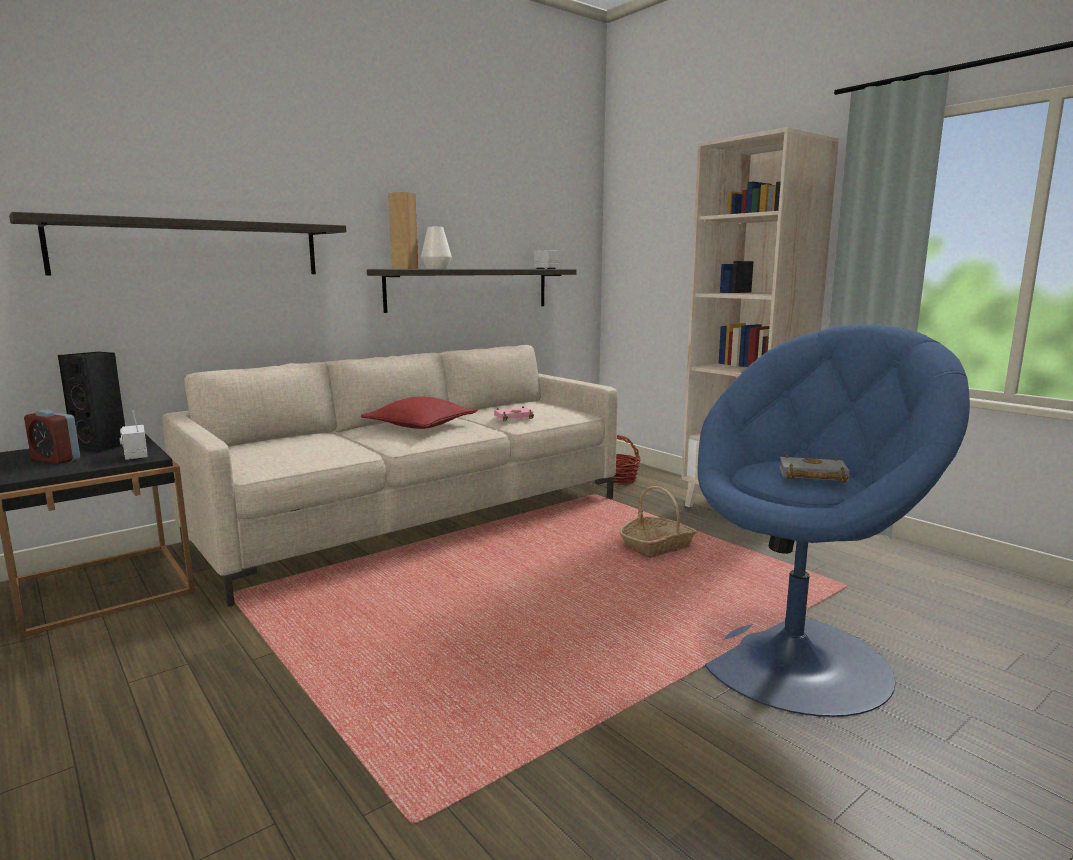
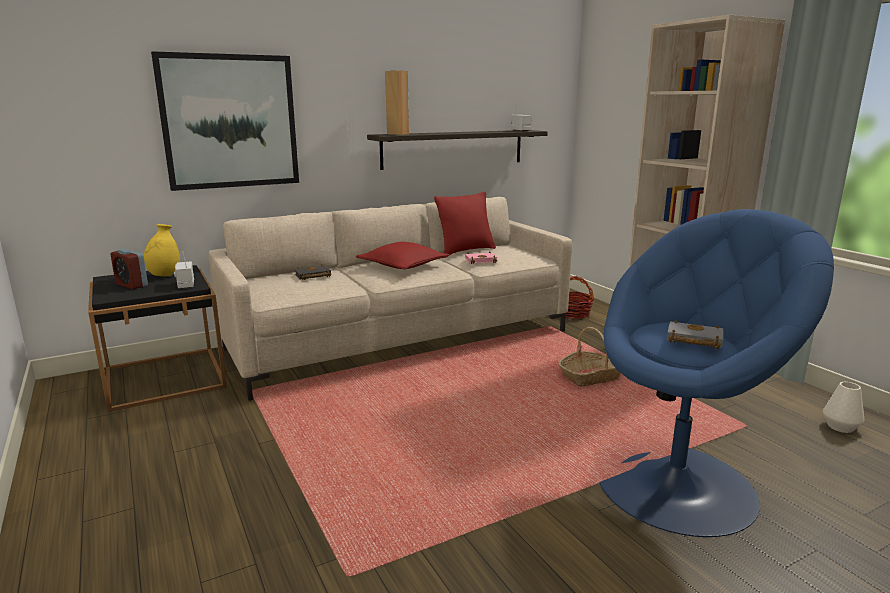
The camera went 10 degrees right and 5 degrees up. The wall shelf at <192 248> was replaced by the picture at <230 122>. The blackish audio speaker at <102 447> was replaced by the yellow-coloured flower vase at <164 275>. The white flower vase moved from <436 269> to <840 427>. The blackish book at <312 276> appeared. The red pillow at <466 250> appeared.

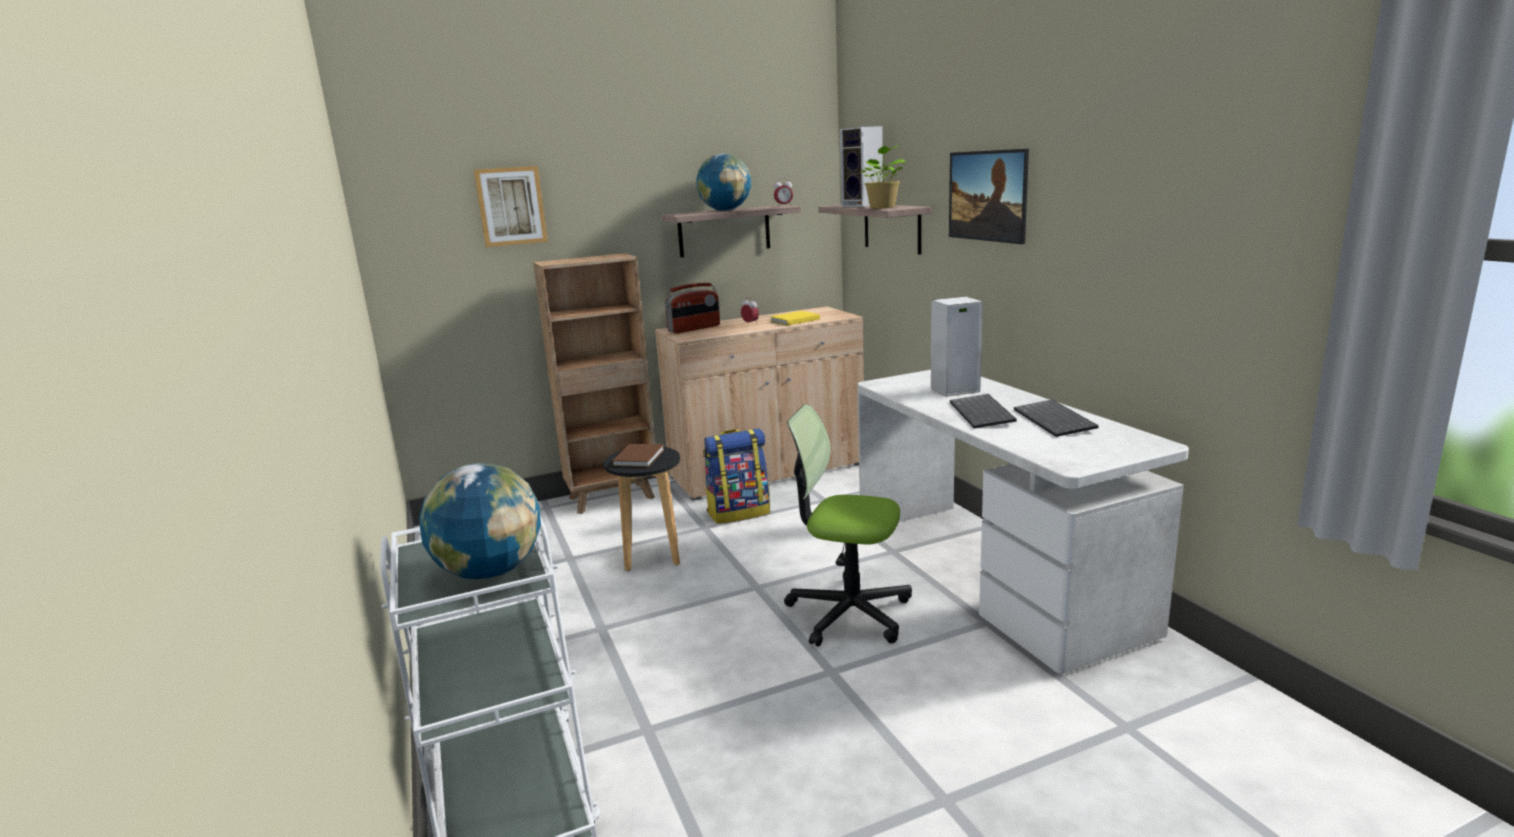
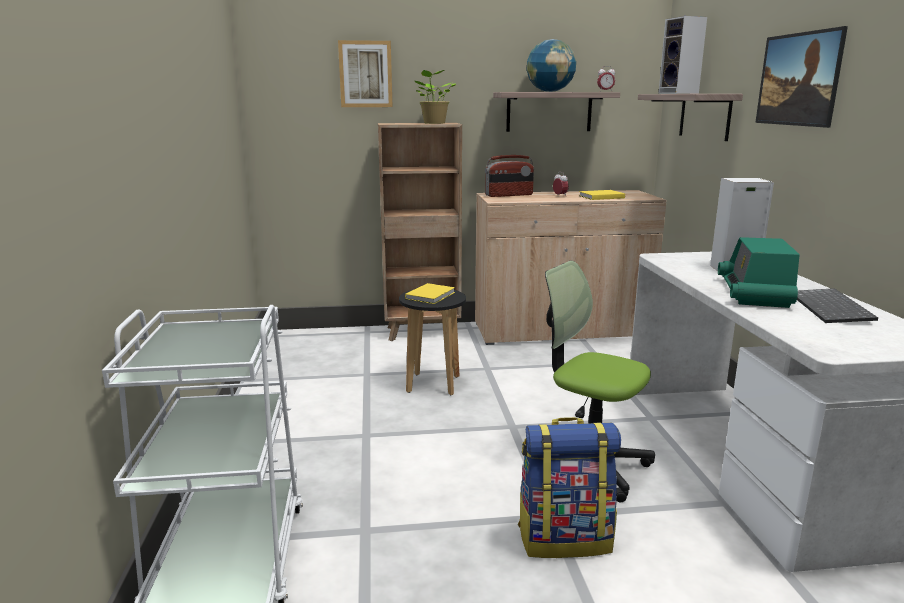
The camera went 15 degrees right and 0 degrees up. The world globe at <490 572> disappeared. The brownish book at <640 457> became the yellow-coloured book at <431 295>. The rucksack moved from <739 512> to <565 538>. The potted plant moved from <882 207> to <434 123>. The keyboard at <983 413> was replaced by the radio set at <754 293>.

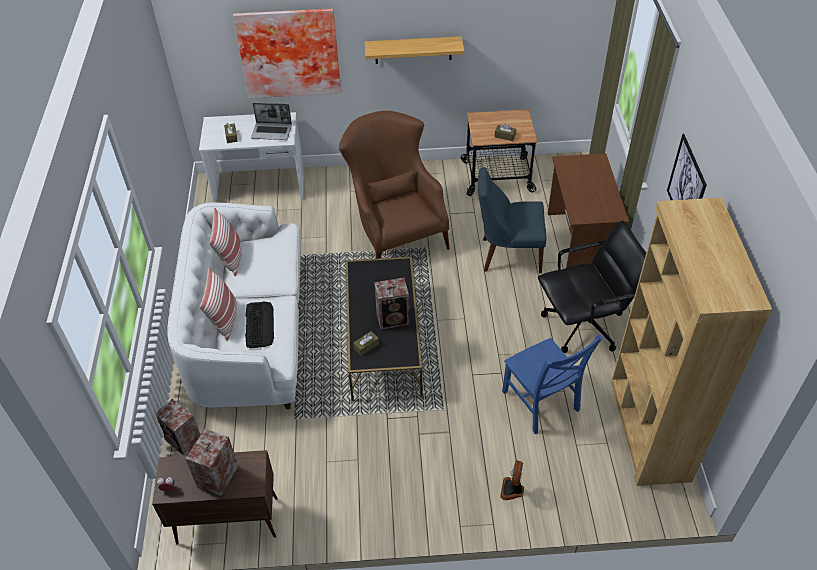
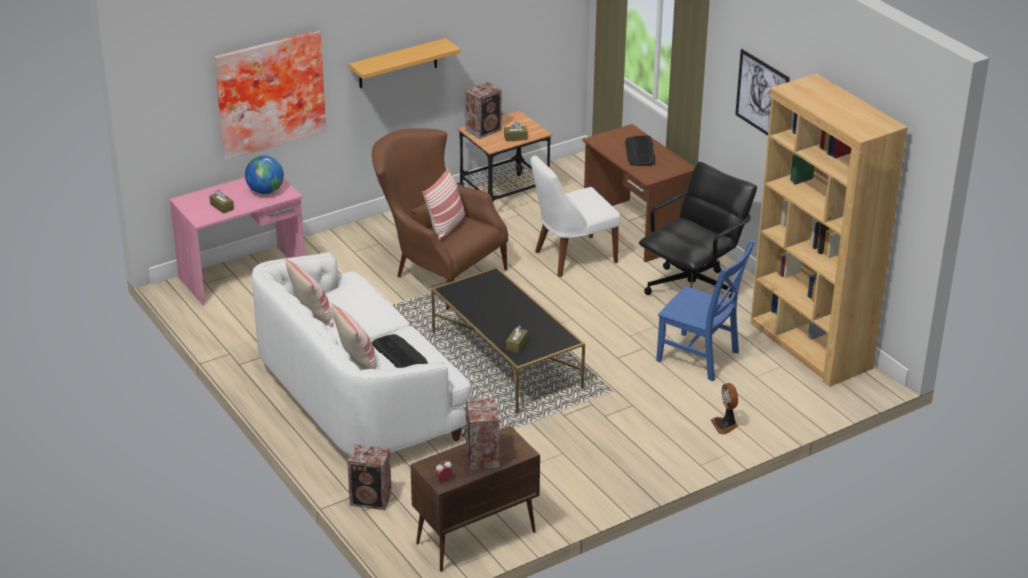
The camera went 30 degrees left and 15 degrees down. The white desk unit at <260 187> became the pink desk unit at <243 276>. The portable computer at <272 132> was replaced by the world globe at <265 191>. The audio speaker moved from <394 318> to <484 130>. The blue plain chair at <508 255> became the white plain chair at <572 257>. The pillow at <446 226> appeared. The keyboard at <640 152> appeared.

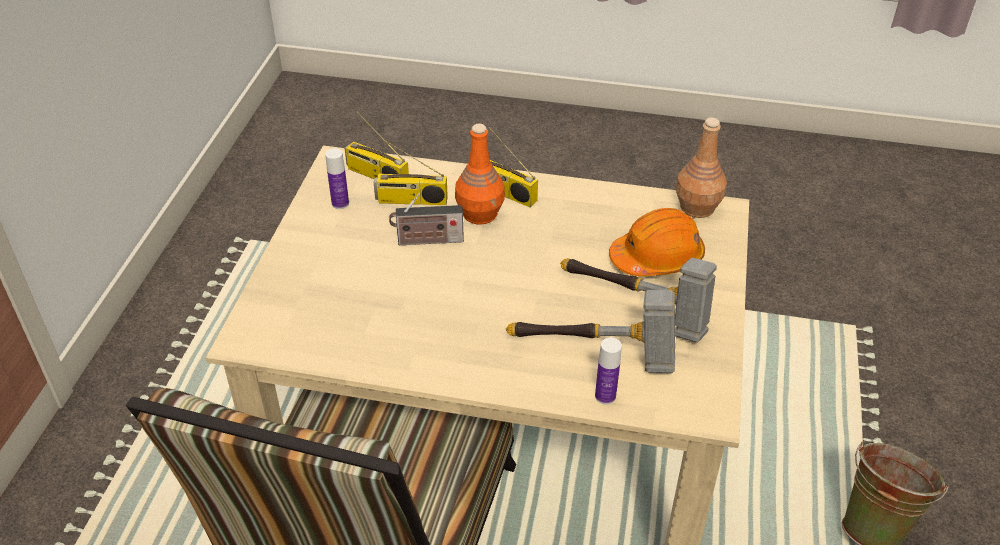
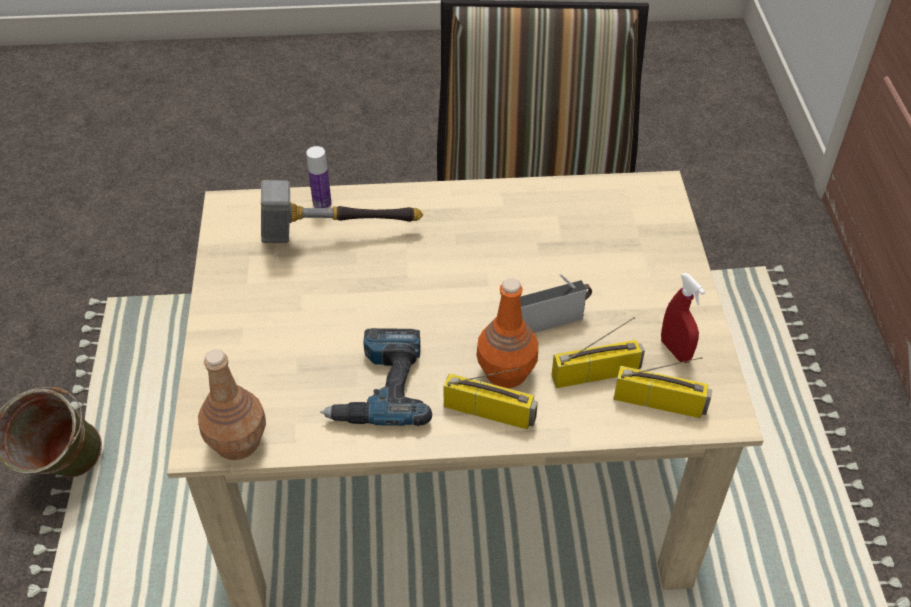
The camera went 165 degrees right and 5 degrees up. The beverage bottle at <340 203> was replaced by the red hand sprayer at <675 350>. The hand hammer at <637 309> disappeared. The orange-coloured work helmet at <657 258> disappeared. The power drill at <380 387> appeared.

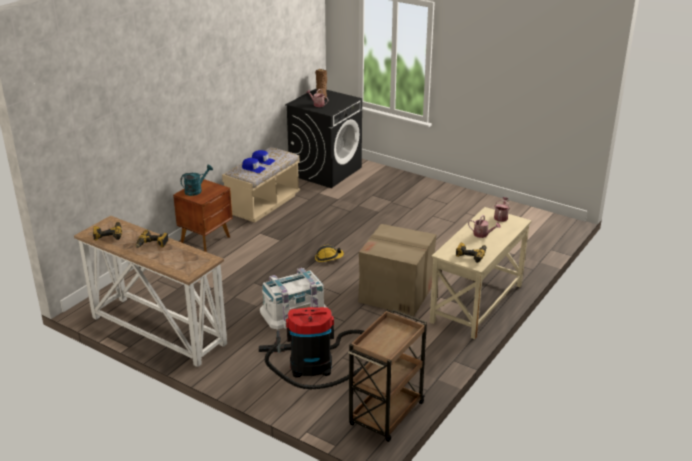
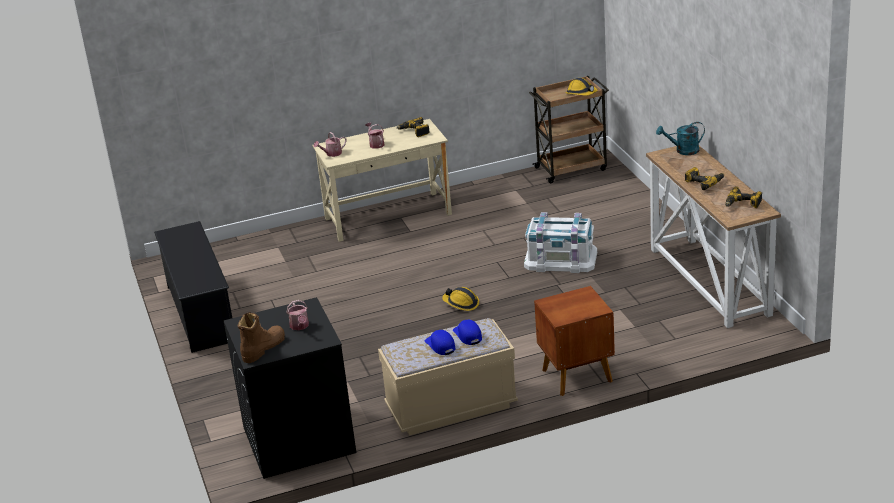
The camera went 140 degrees left and 0 degrees up. The turquoise-coloured watering pot moved from <196 190> to <683 151>. The hoover at <316 365> disappeared. The packing box at <396 293> disappeared. The blackish shoe stand at <200 313> appeared. The work helmet at <581 93> appeared.

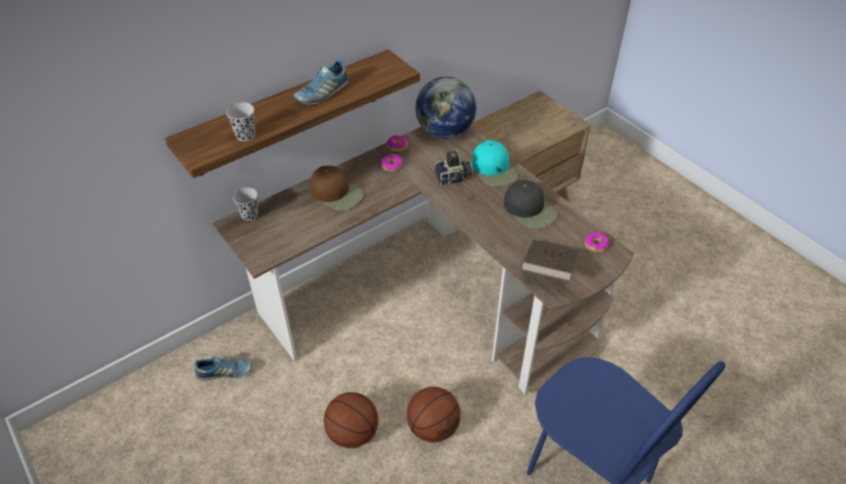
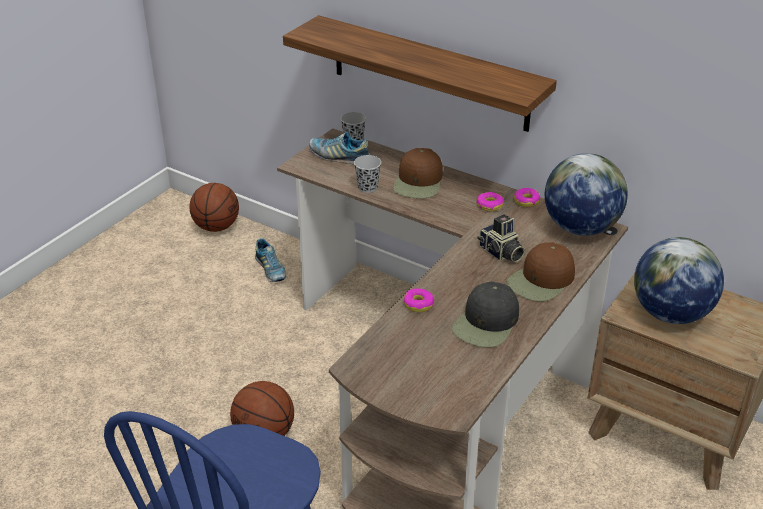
The camera went 70 degrees right and 10 degrees down. The blackish drinking cup moved from <245 135> to <367 188>. The low shoe moved from <322 93> to <339 157>. The basketball ball moved from <352 433> to <216 226>. The turquoise-coloured peaked cap at <494 170> became the brownish peaked cap at <541 281>. The brownish book at <548 270> disappeared. The donut moved from <596 245> to <418 304>. The world globe at <670 314> appeared.

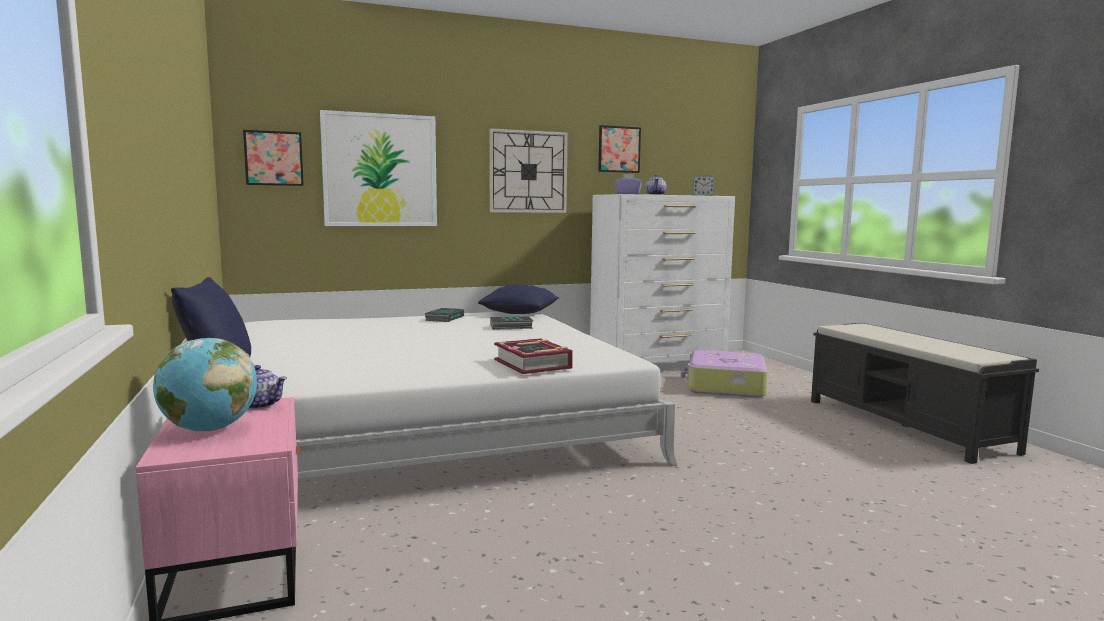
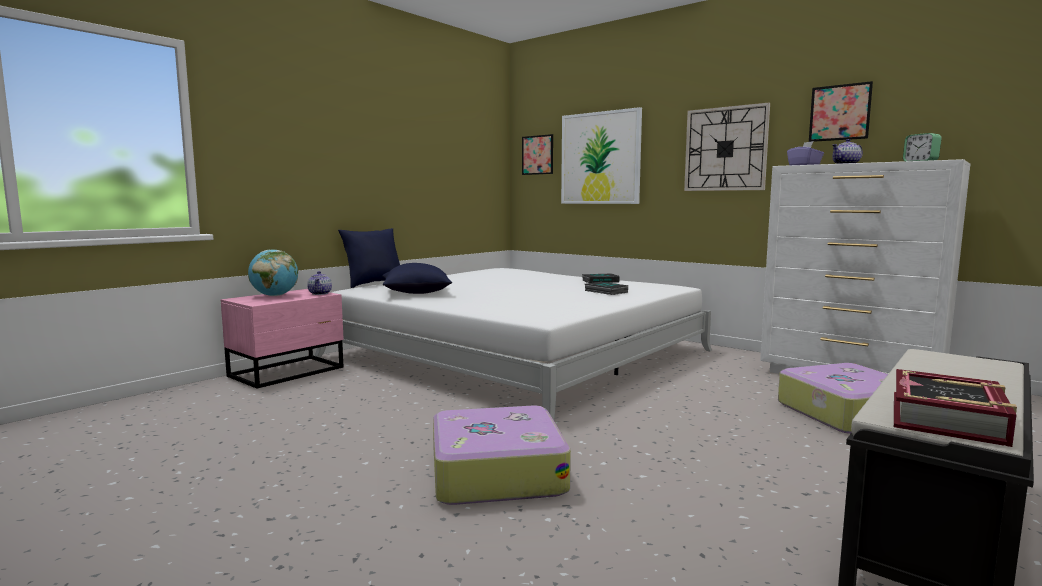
The camera went 60 degrees right and 0 degrees up. The blue pillow moved from <520 313> to <416 293>. The book moved from <533 364> to <948 419>. The suitcase at <495 472> appeared.

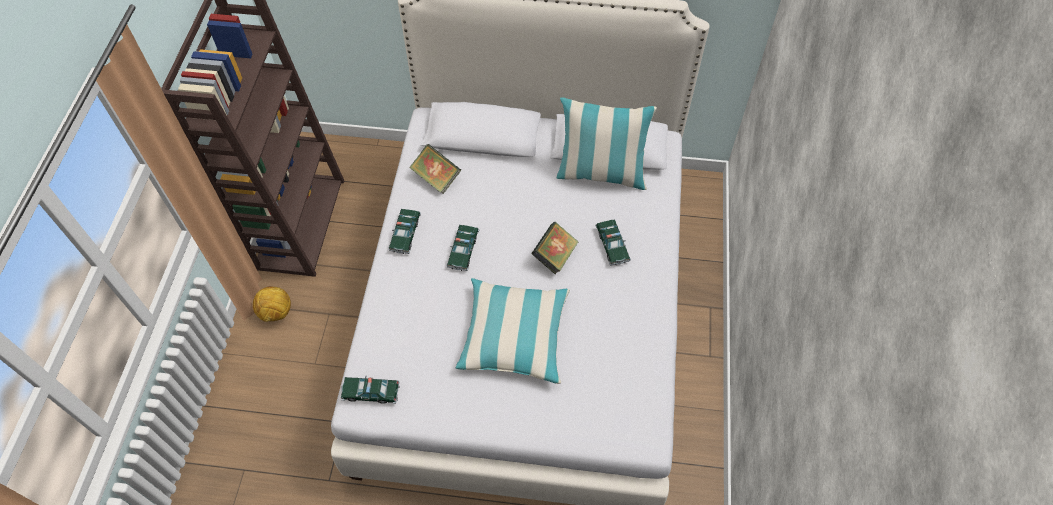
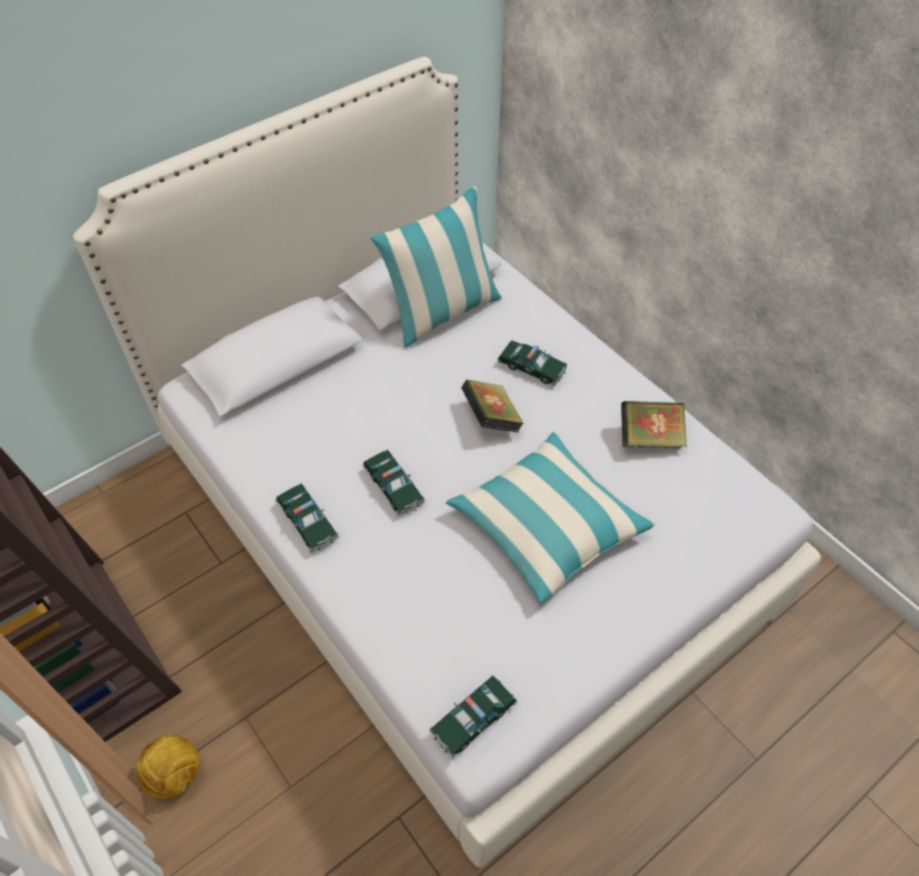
The camera went 45 degrees left and 5 degrees down. The book moved from <436 178> to <650 438>.

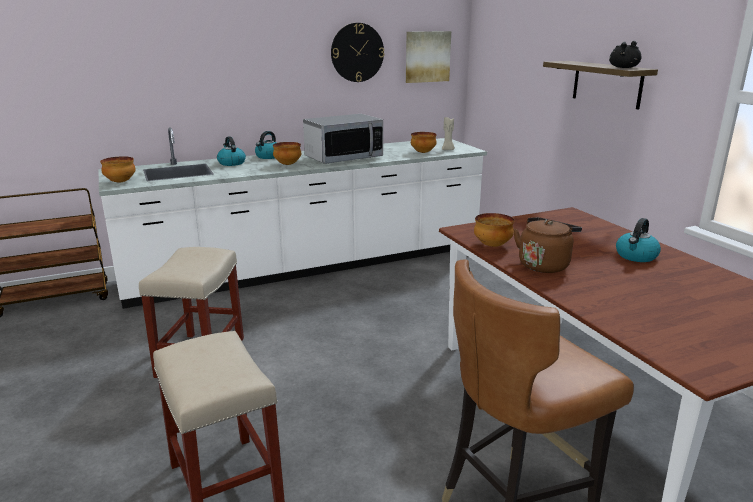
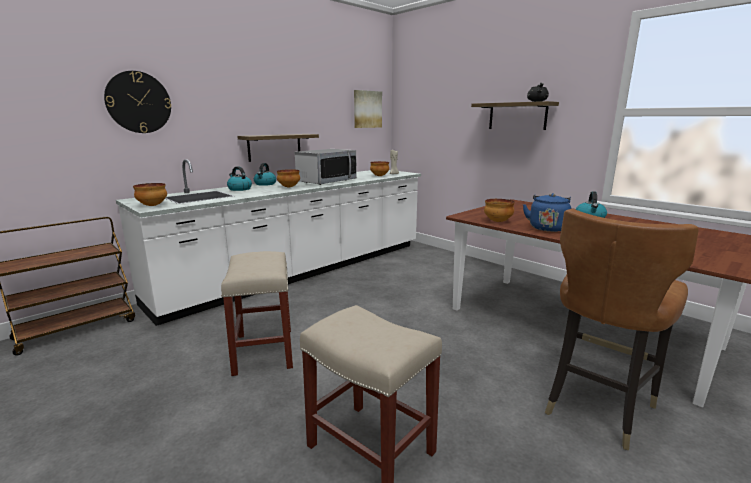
The camera went 20 degrees left and 5 degrees down. The clock on the wall moved from <357 52> to <138 102>. The brownish tea kettle at <544 265> became the blue tea kettle at <547 228>. The wall shelf at <274 147> appeared.

